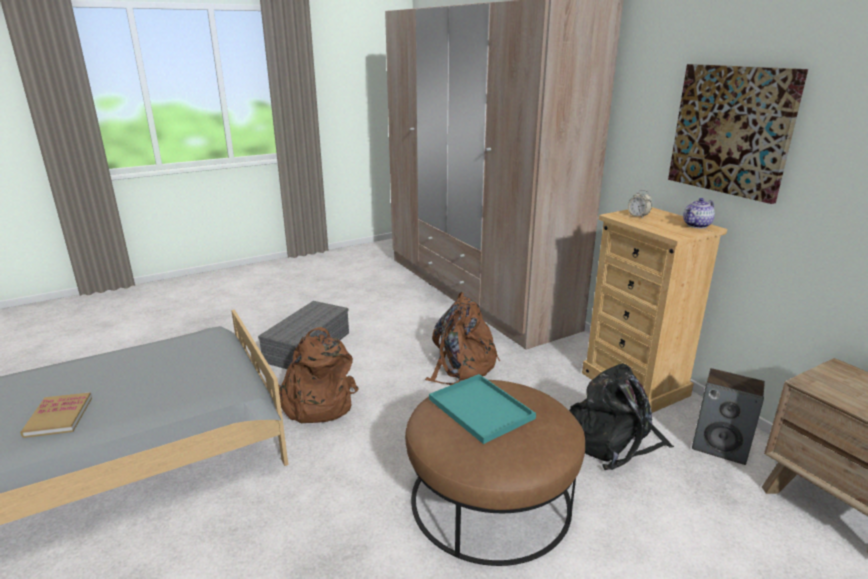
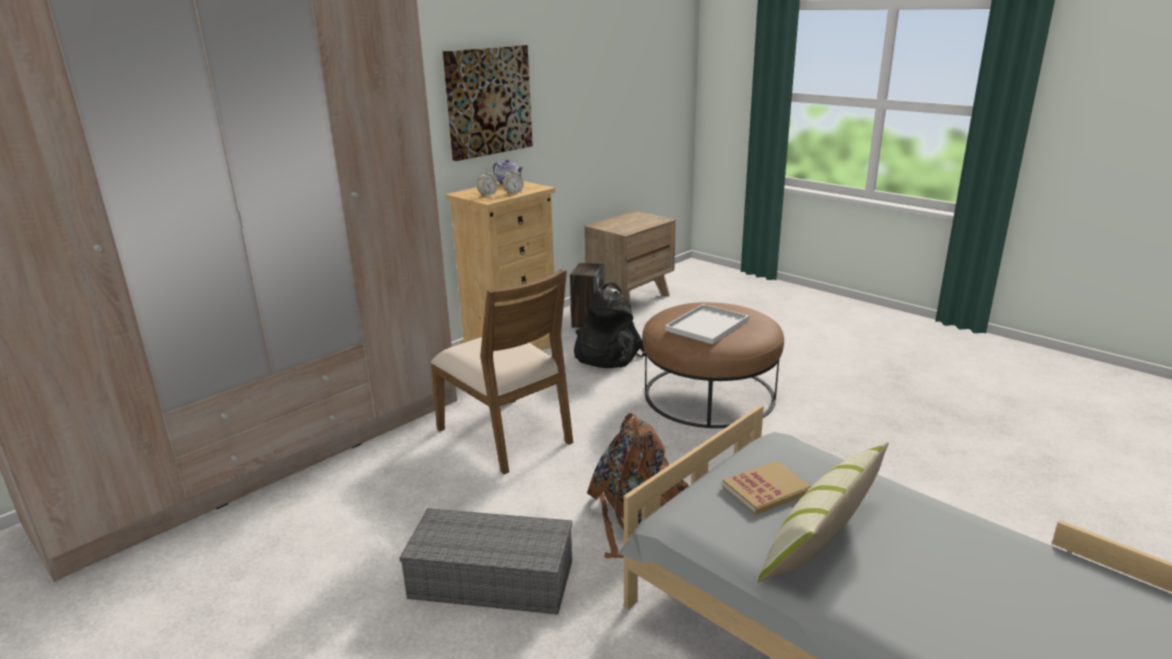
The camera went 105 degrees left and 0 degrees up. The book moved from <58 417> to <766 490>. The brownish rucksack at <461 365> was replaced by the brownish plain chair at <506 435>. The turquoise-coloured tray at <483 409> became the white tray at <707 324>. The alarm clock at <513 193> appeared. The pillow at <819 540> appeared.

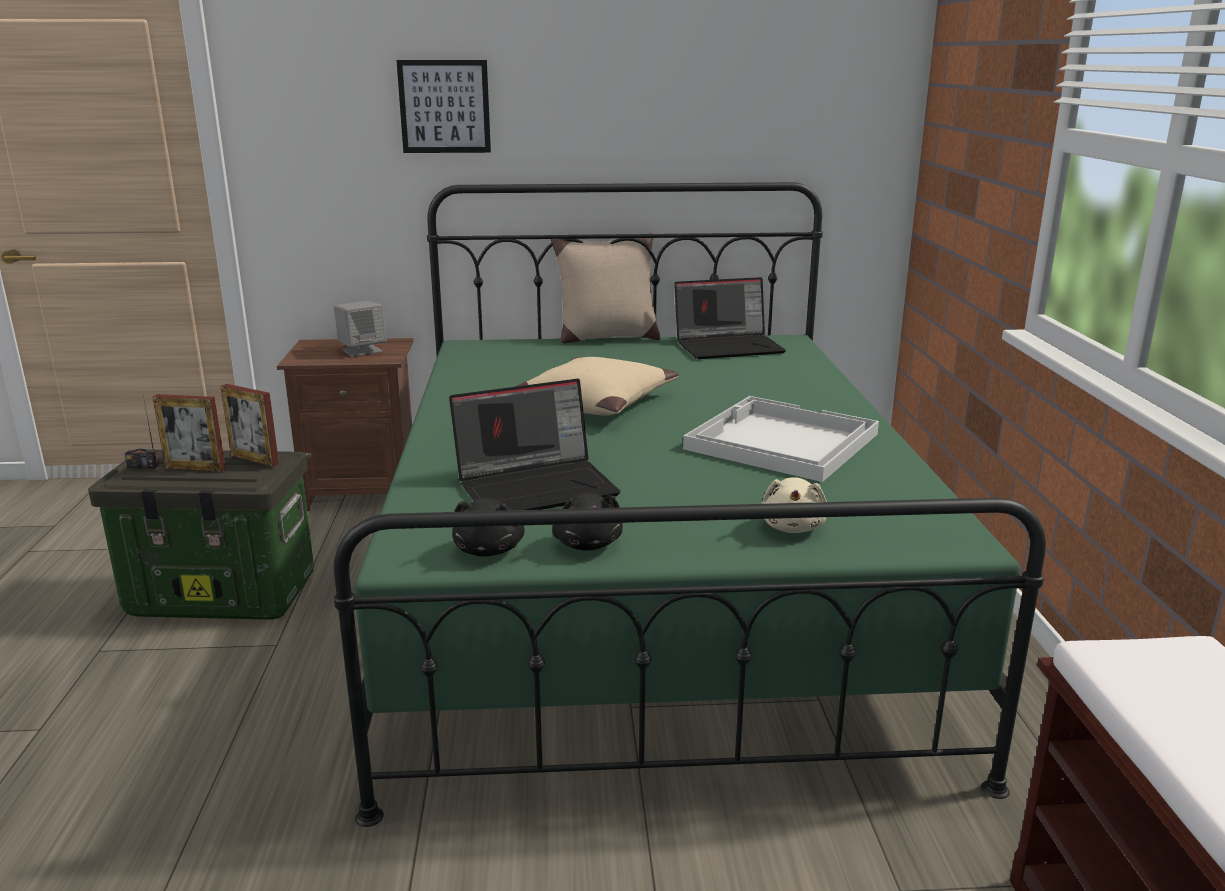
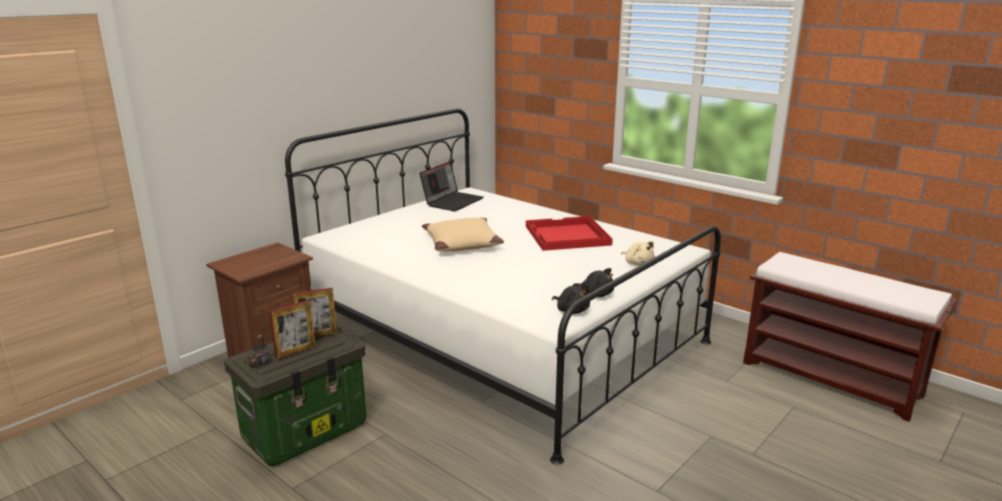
The camera went 45 degrees left and 0 degrees up. The green-coloured bedroom bed at <647 591> became the white bedroom bed at <501 334>. The gray audio speaker at <362 350> disappeared. The picture at <444 106> disappeared. The portable computer at <537 486> disappeared. The beige pillow at <606 338> disappeared. The white tray at <780 441> became the red tray at <566 236>.

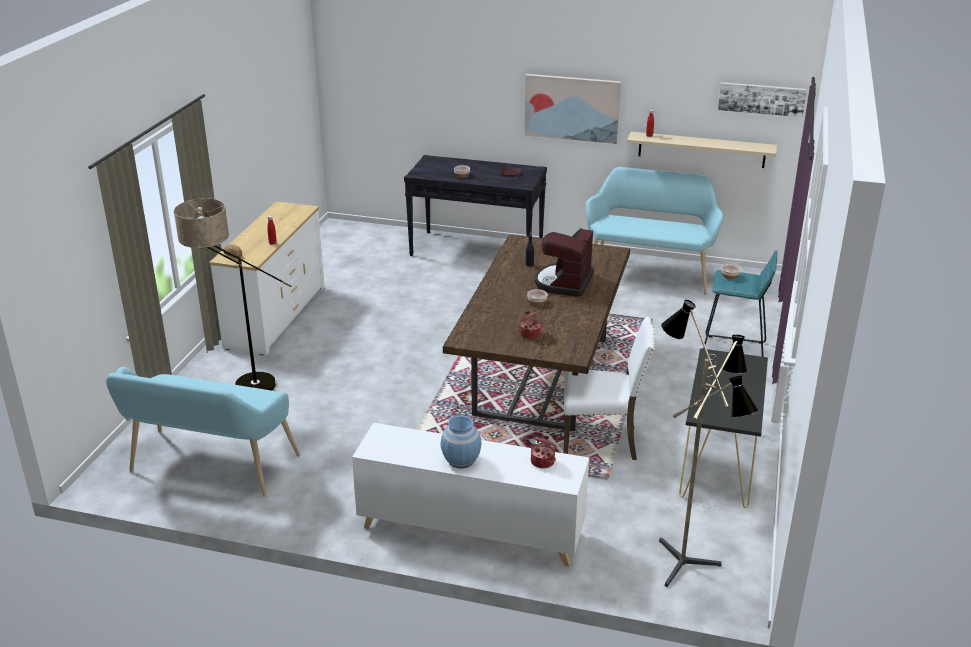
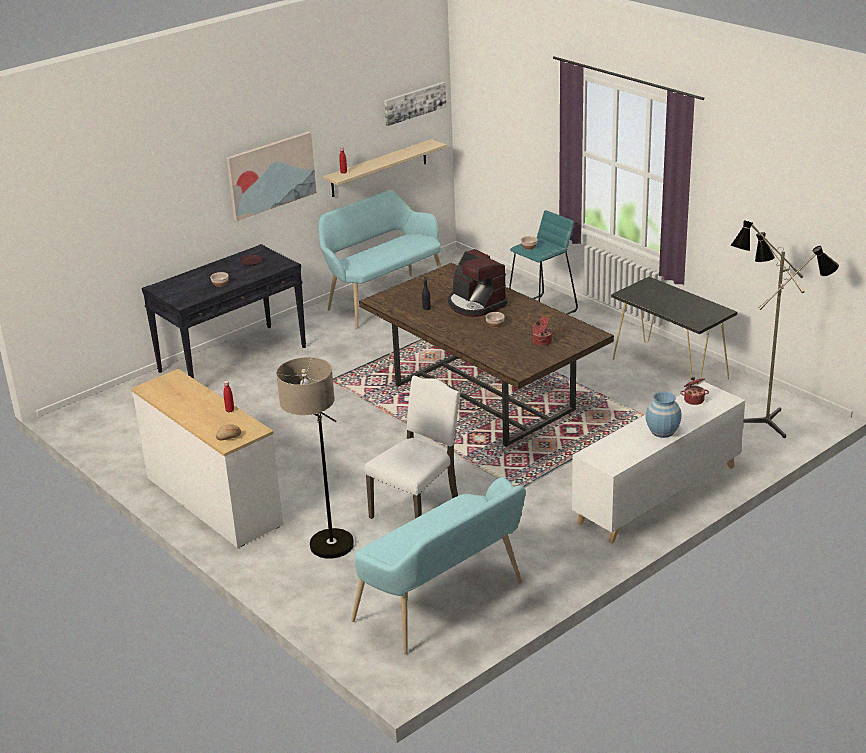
The camera went 55 degrees left and 0 degrees up. The white plain chair moved from <601 441> to <417 510>.

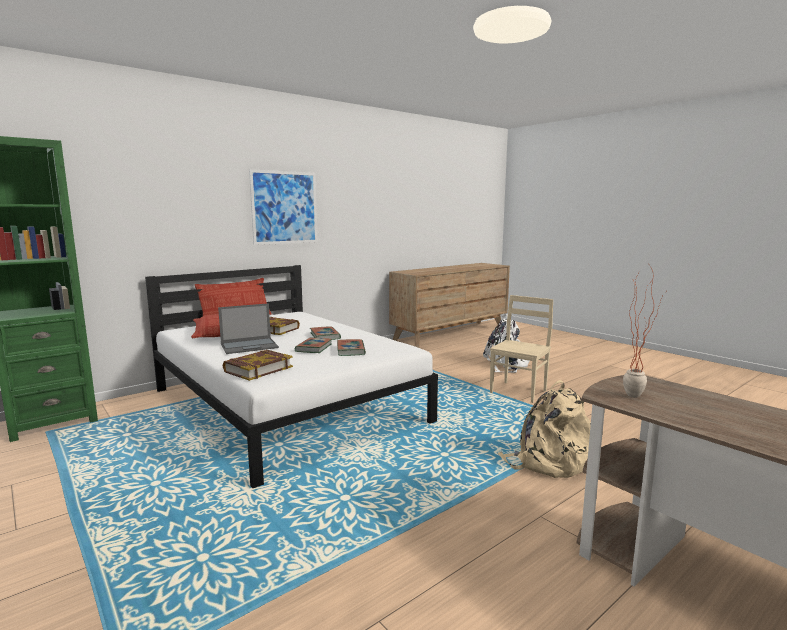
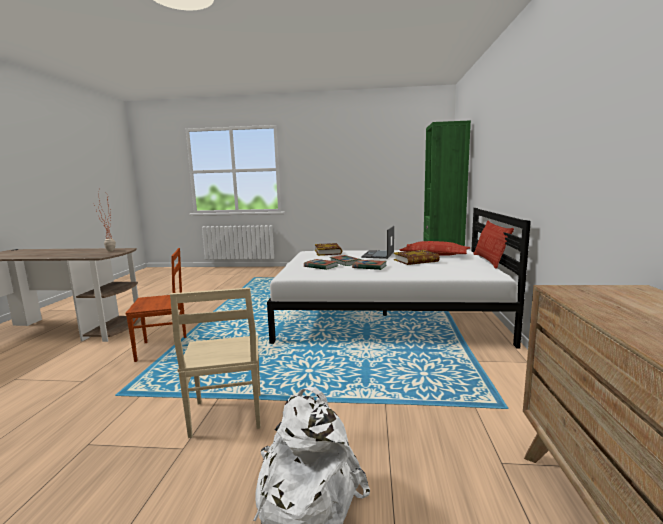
The camera went 135 degrees right and 0 degrees up. The picture at <284 207> disappeared. The beige rucksack at <548 461> was replaced by the brownish plain chair at <163 349>.

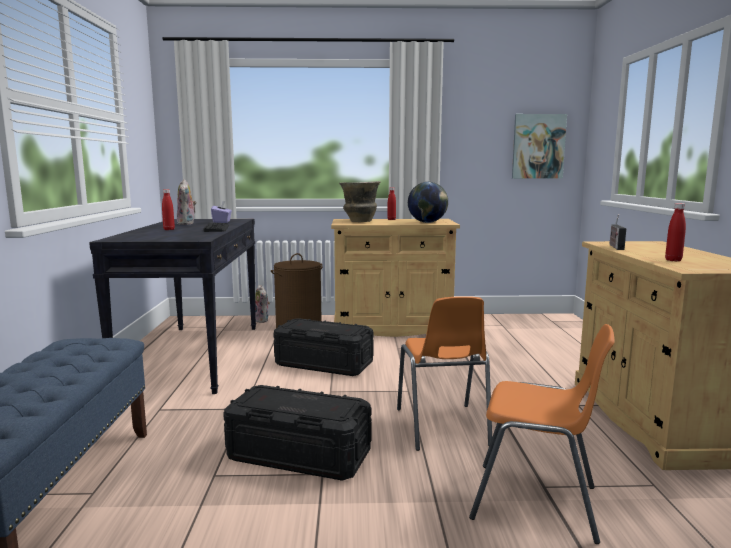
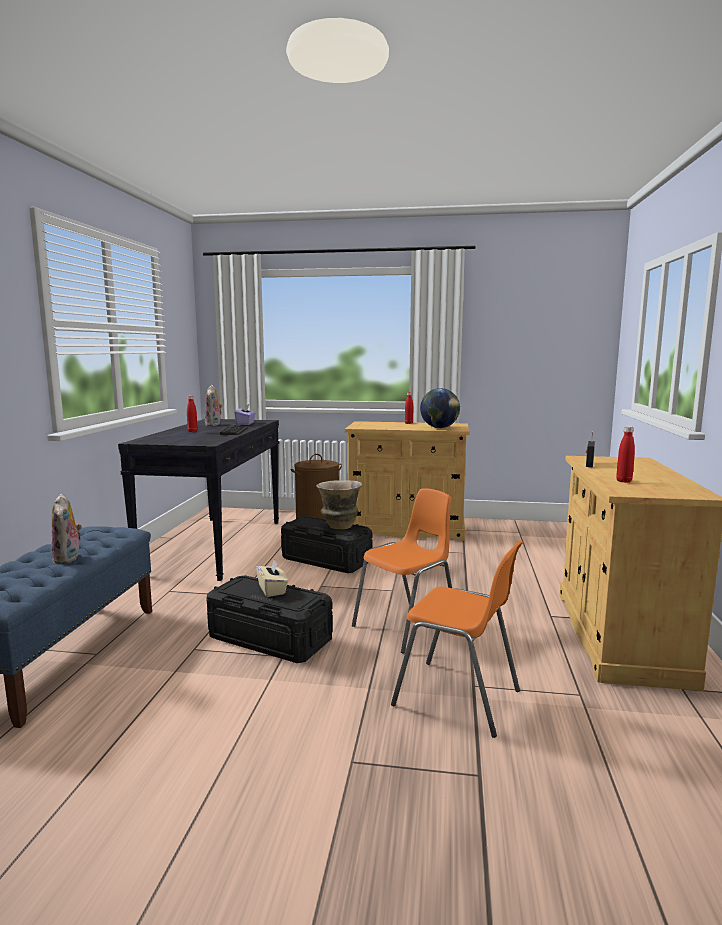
The camera went 10 degrees right and 0 degrees up. The soft toy moved from <263 320> to <68 558>. The flower vase moved from <359 221> to <339 526>. The orange-coloured plain chair at <442 427> turned 135 degrees counterclockwise. The picture at <538 146> disappeared. The beige tissue box at <272 590> appeared.

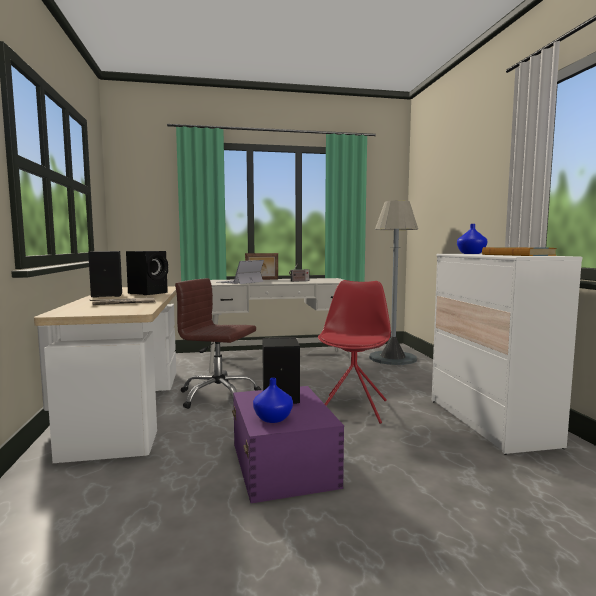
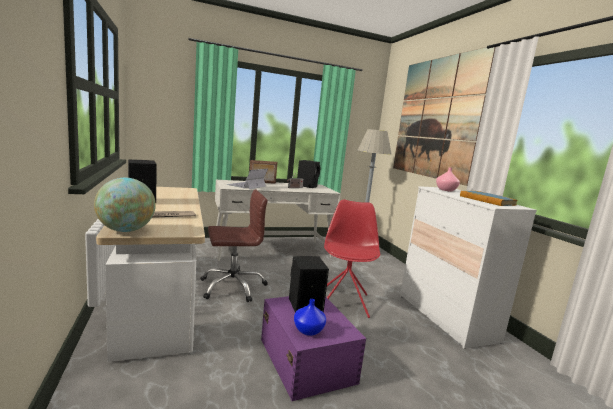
The camera went 10 degrees left and 5 degrees up. The blackish audio speaker moved from <149 293> to <307 186>. The brownish office chair at <218 396> turned 150 degrees clockwise. The blue flower vase at <470 253> became the pink flower vase at <445 190>. The world globe at <126 230> appeared. The picture at <435 118> appeared.

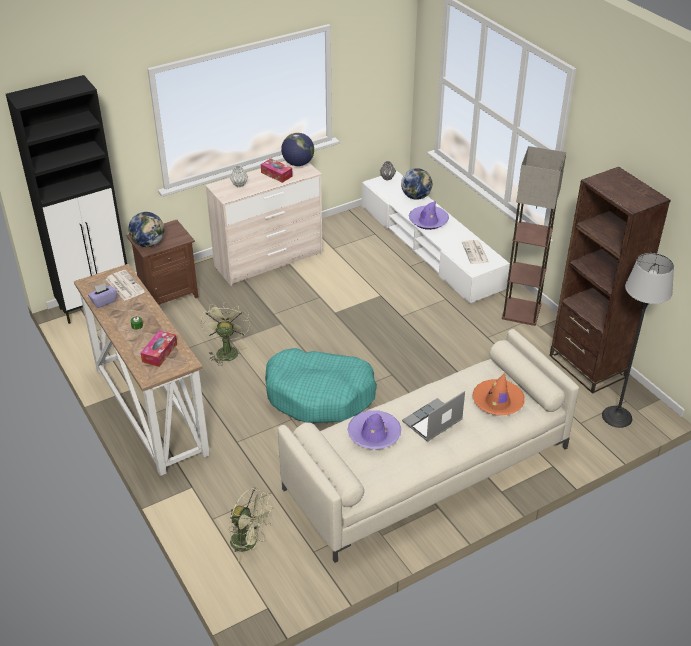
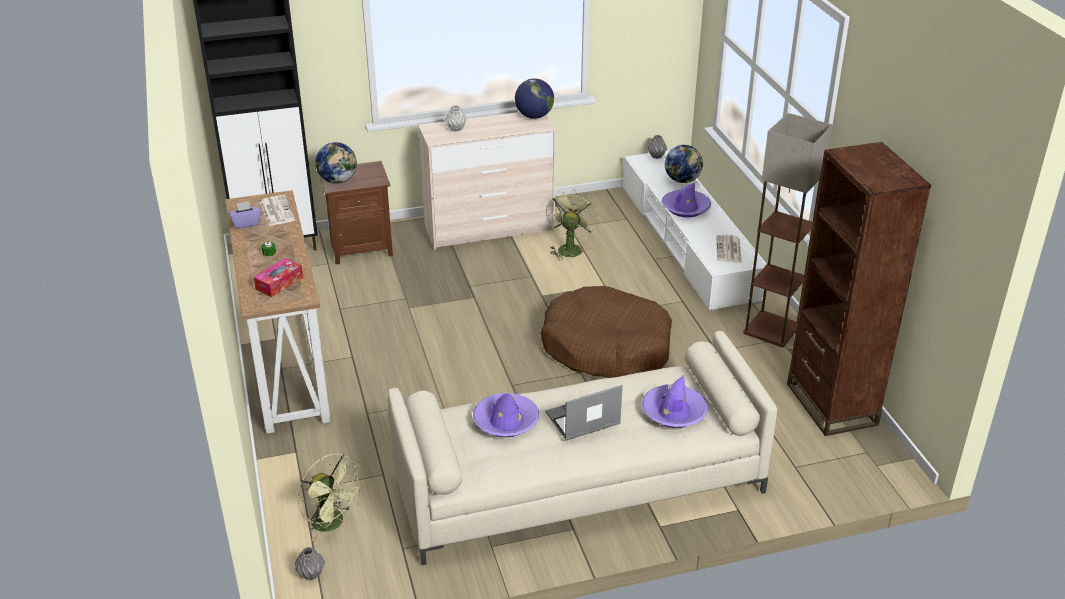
The camera went 15 degrees right and 5 degrees down. The green-coloured fan moved from <226 350> to <570 248>. The tissue box at <276 174> disappeared. The turquoise-coloured pet bed at <320 395> disappeared. The orange-coloured wearable hat at <497 402> became the purple-coloured wearable hat at <674 412>. The standing lamp at <617 416> disappeared. The gray flower vase at <310 574> appeared. The brownish pet bed at <606 348> appeared.

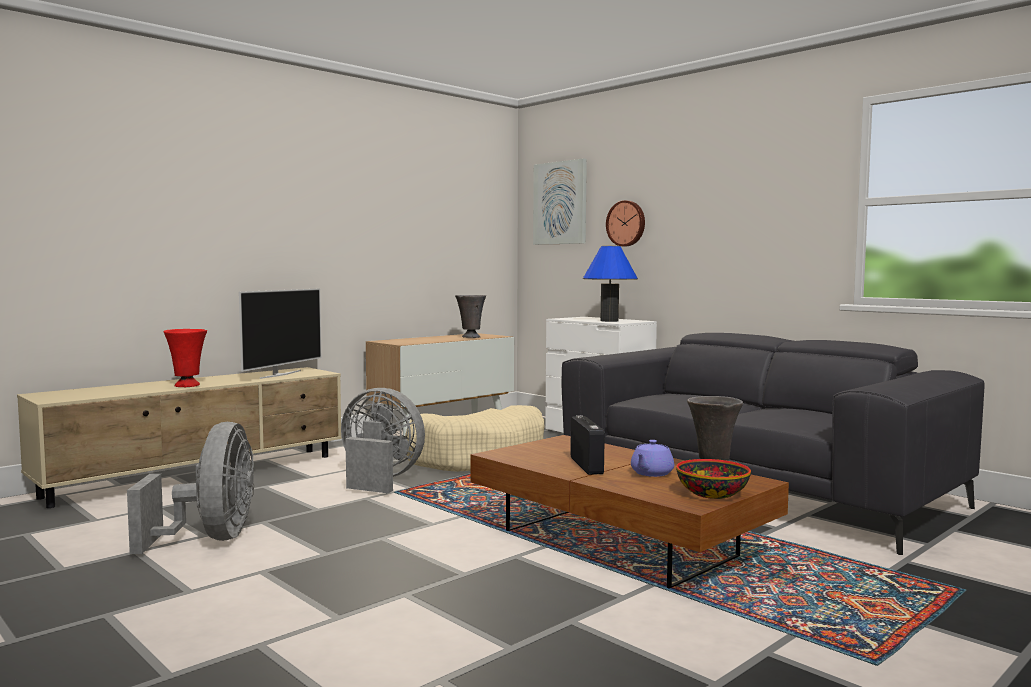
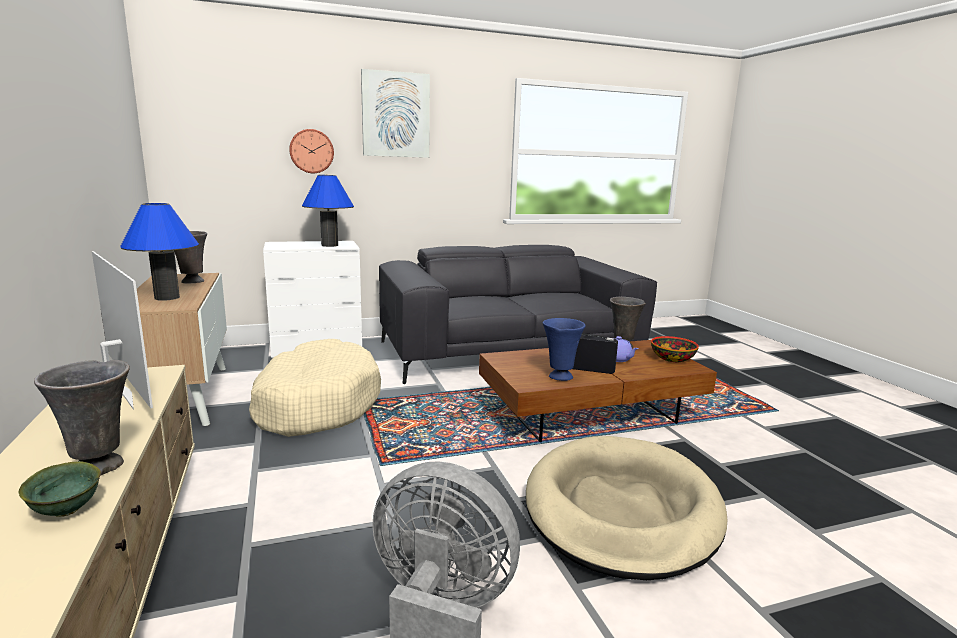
The camera went 65 degrees left and 10 degrees up. The red flower vase at <187 386> became the gray flower vase at <100 467>. The gray fan at <379 480> disappeared. The picture moved from <560 203> to <395 115>. The green-coloured bowl at <68 510> appeared. The blue tabletop lamp at <167 297> appeared. The beige pet bed at <621 510> appeared. The blue flower vase at <559 377> appeared.

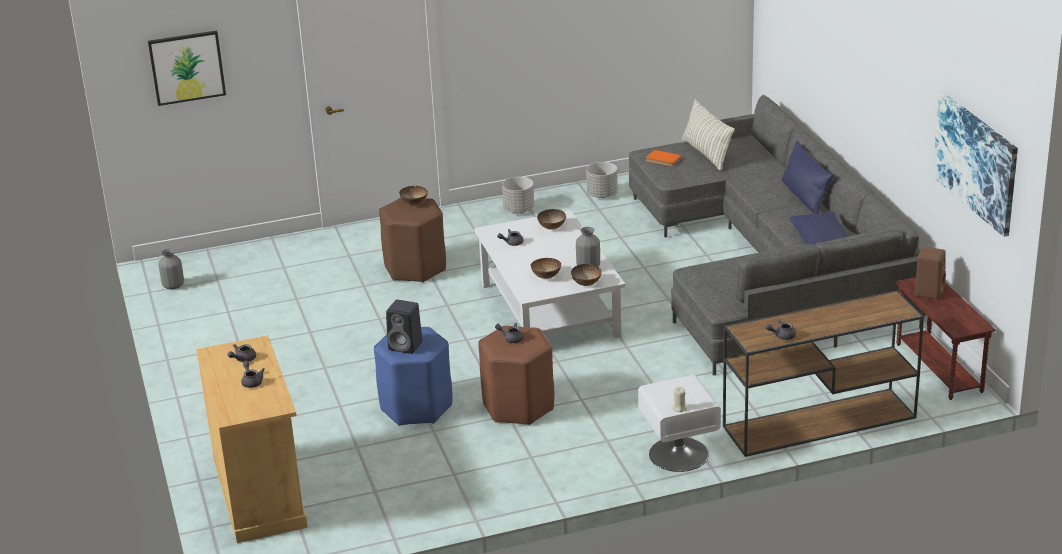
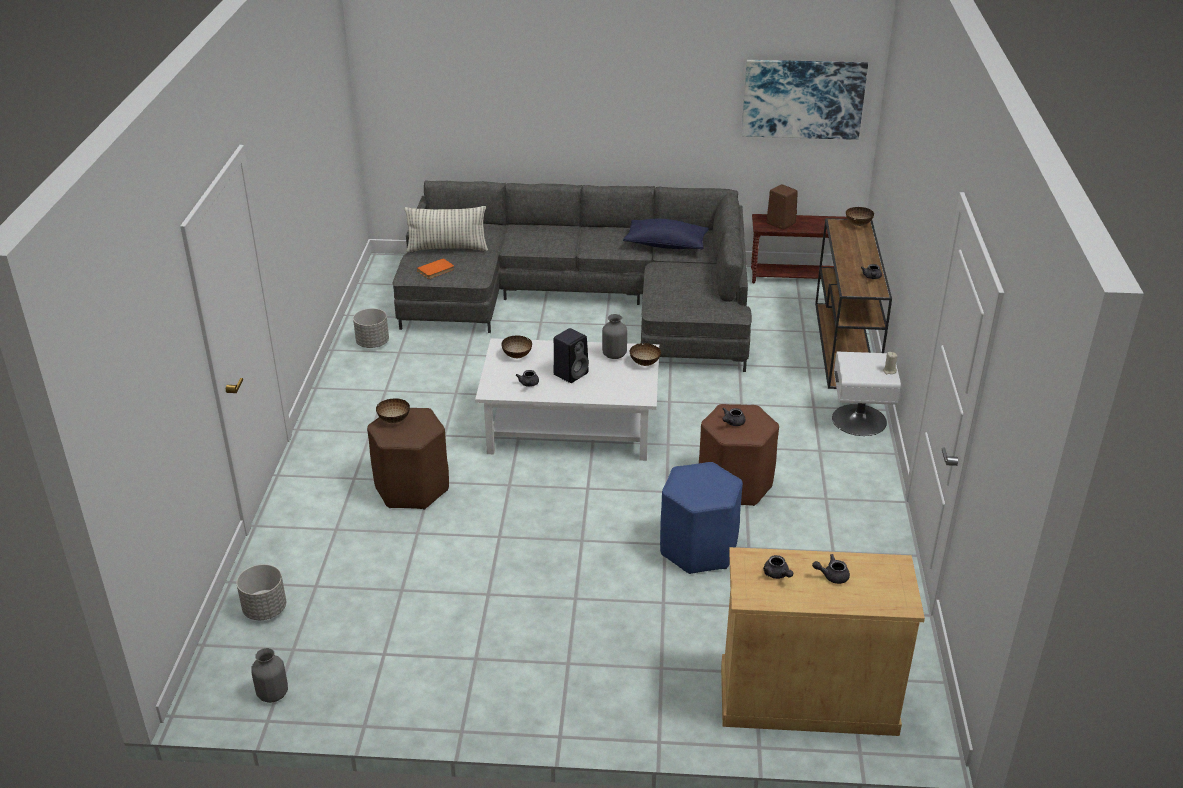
The camera went 70 degrees left and 5 degrees up. The picture at <187 67> disappeared. The blackish audio speaker moved from <406 346> to <571 373>. The gray planter moved from <518 210> to <264 610>. The bowl moved from <546 276> to <858 224>. The blue pillow at <804 197> disappeared.

